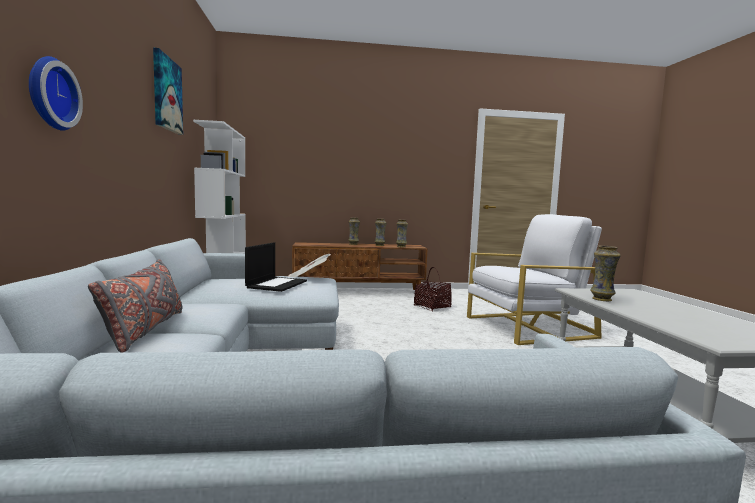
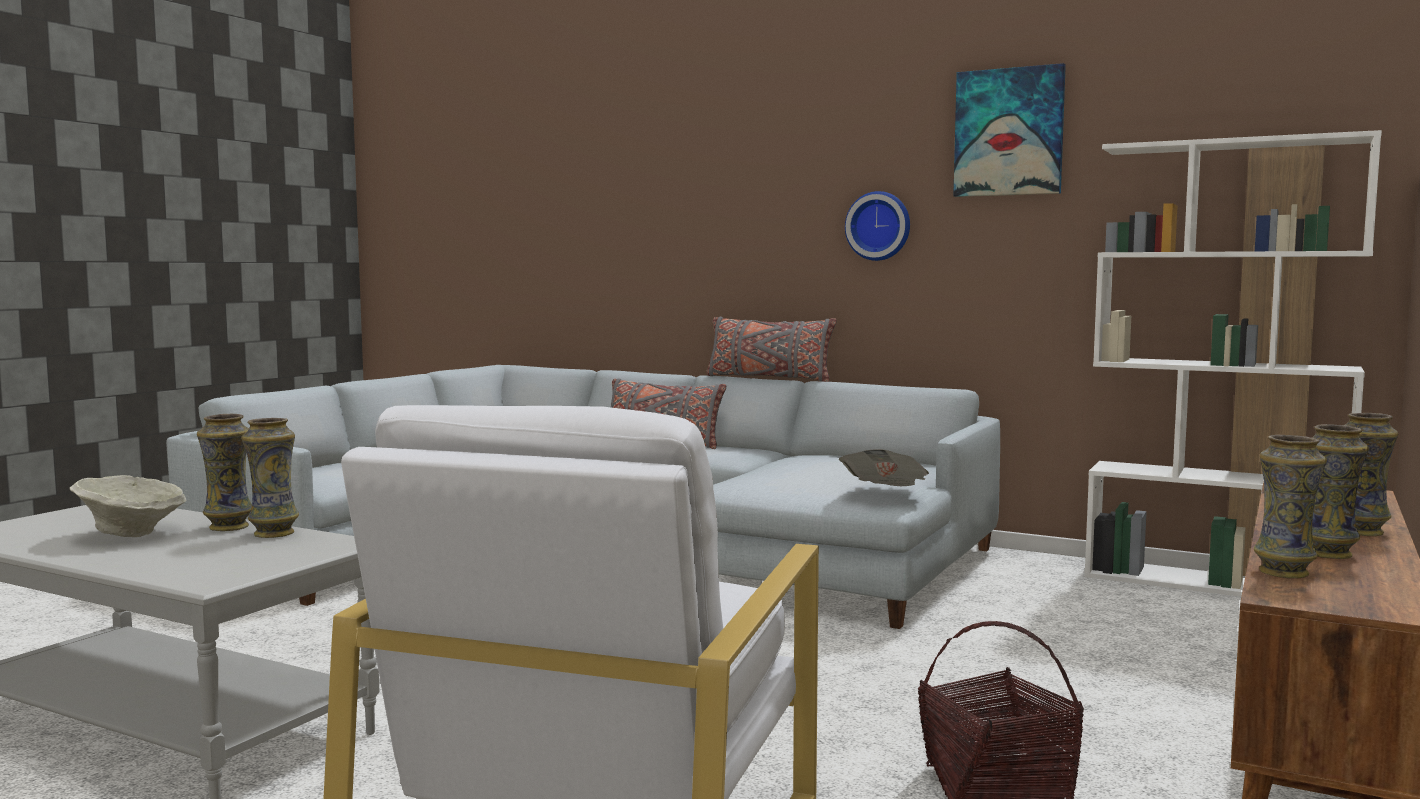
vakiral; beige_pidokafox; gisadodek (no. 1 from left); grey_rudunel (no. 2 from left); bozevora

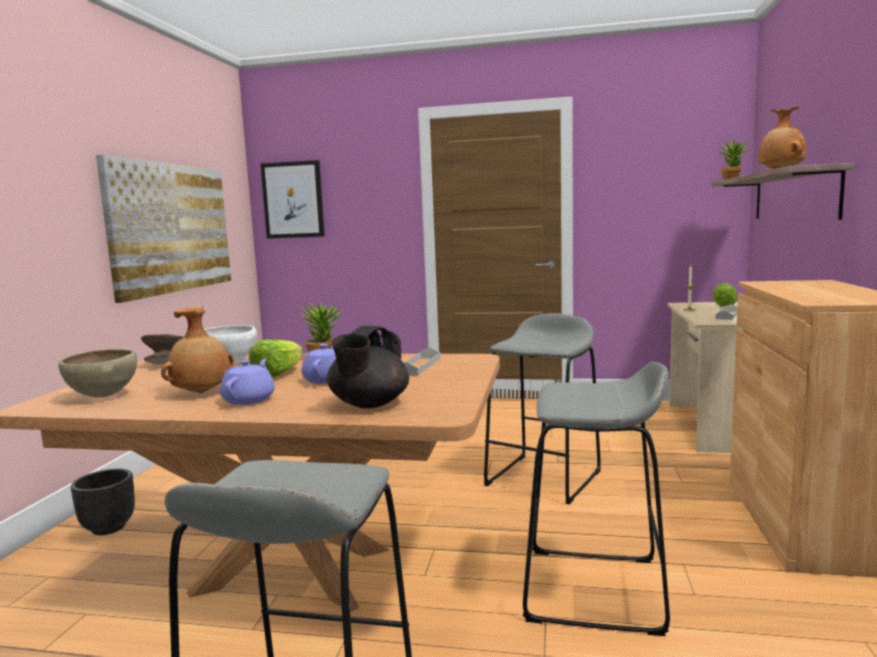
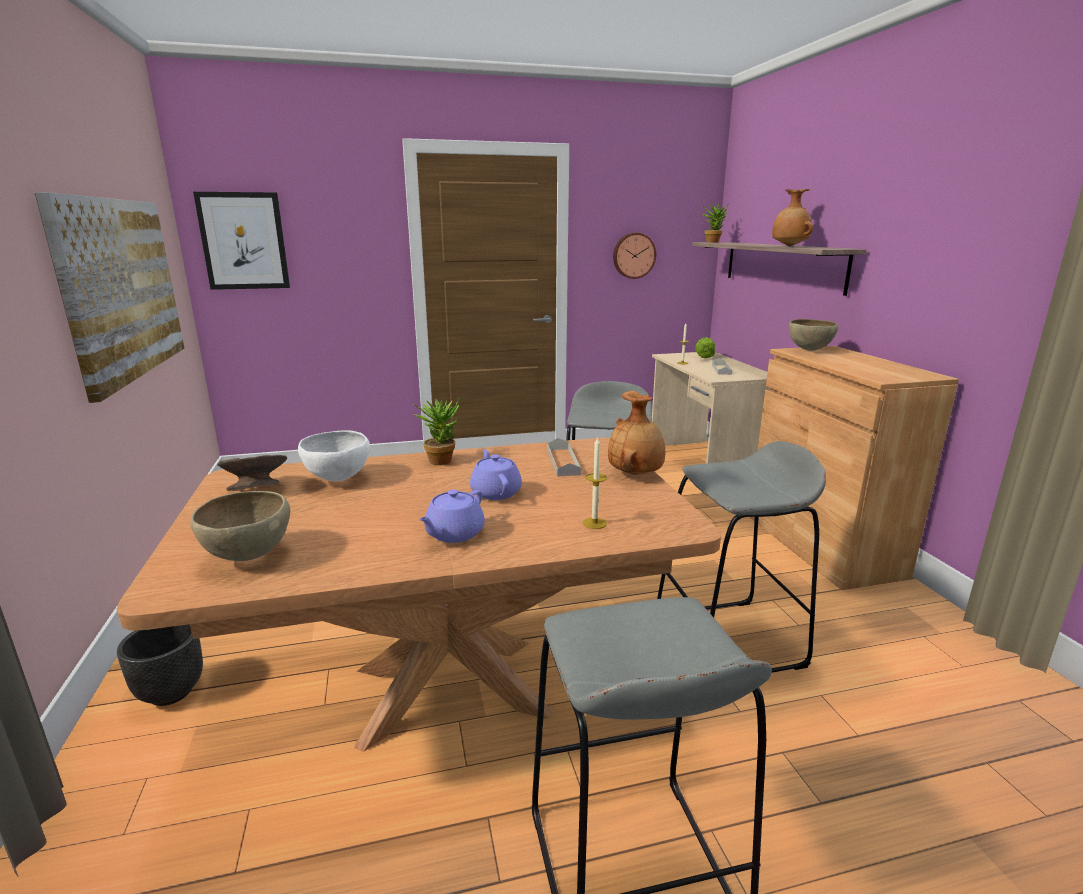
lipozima (no. 1 from left in the first image); bozevora; brown_pidokafox (no. 2 from left); brown_gisadodek (no. 1 from left); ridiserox (no. 1 from left); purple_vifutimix (no. 1 from left)

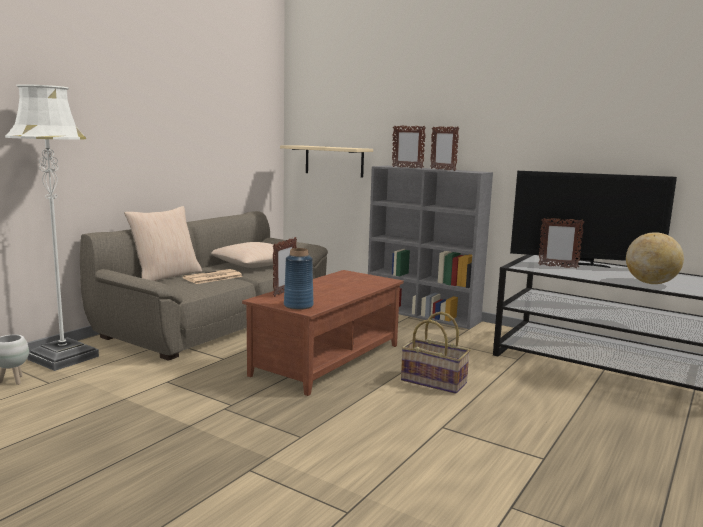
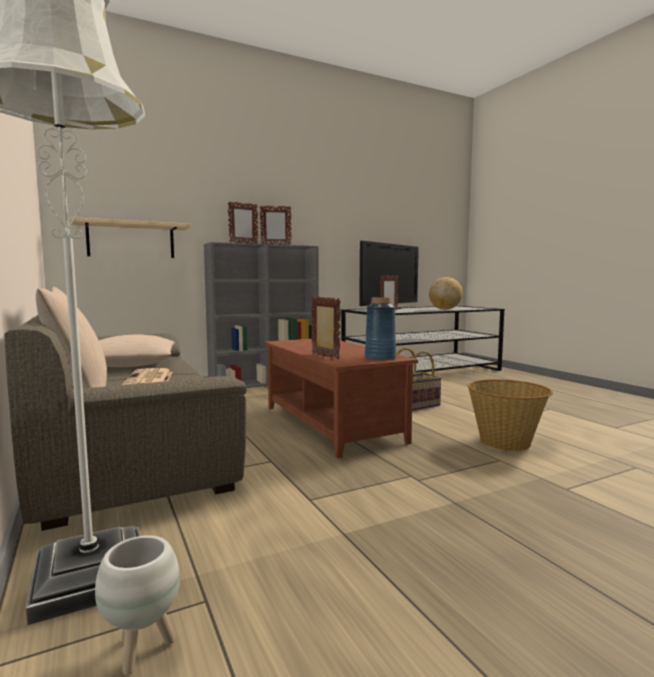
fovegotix (no. 2 from left)

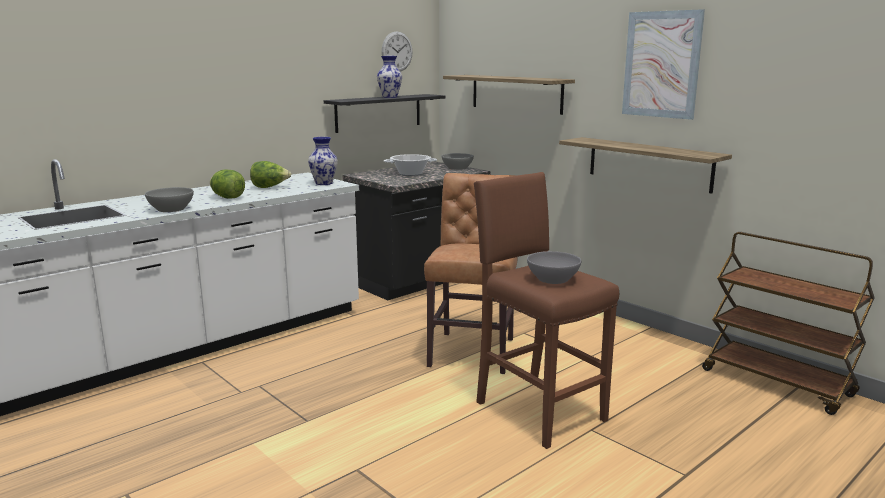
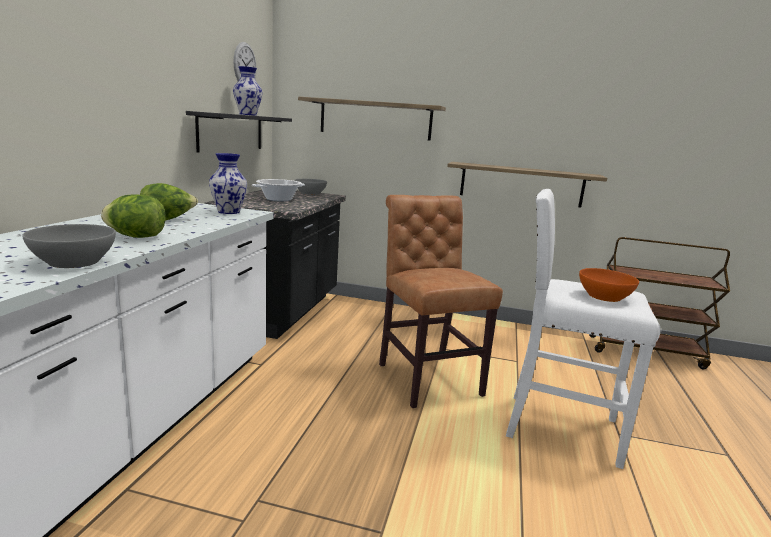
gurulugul; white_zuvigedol; orange_pidokafox

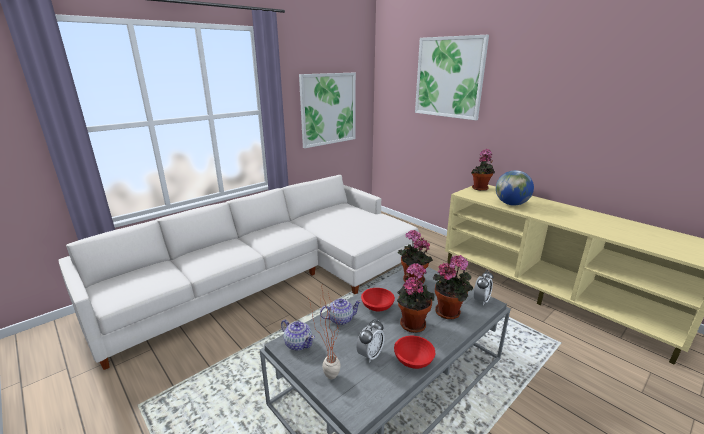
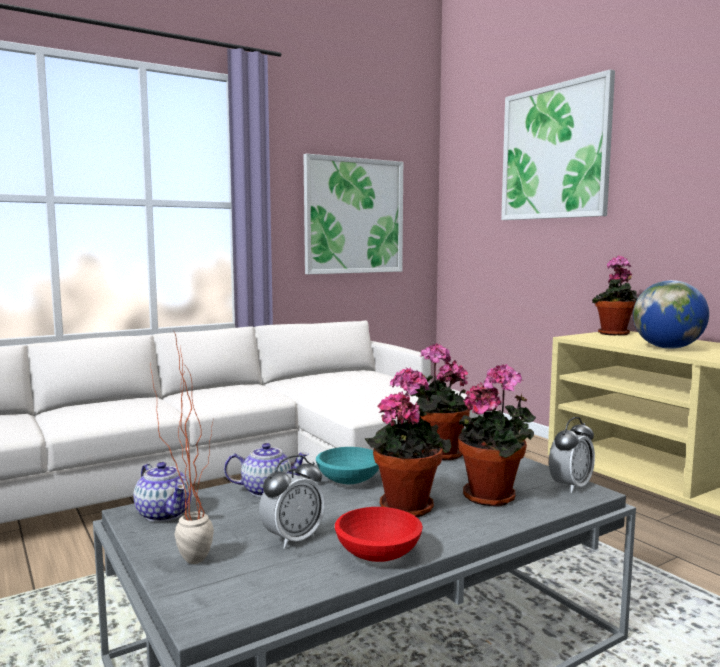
turquoise_pidokafox

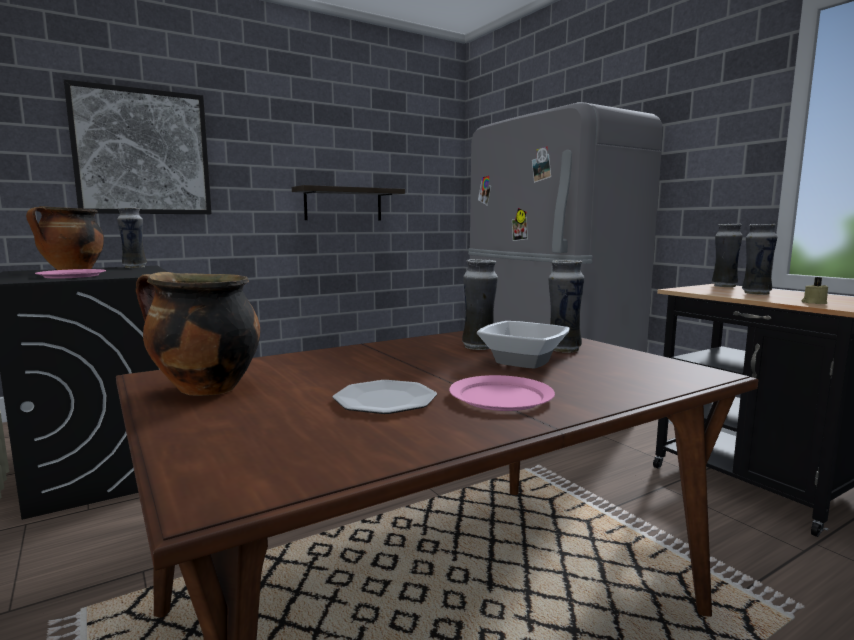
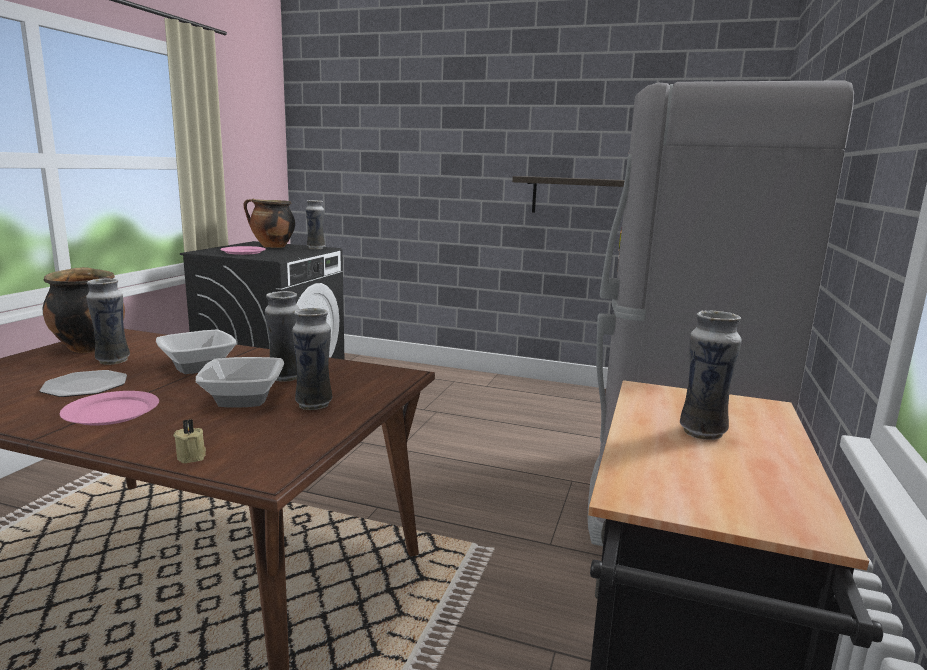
gurulugul; pidokafox (no. 1 from left); gisadodek (no. 1 from left); beige_ridiserox

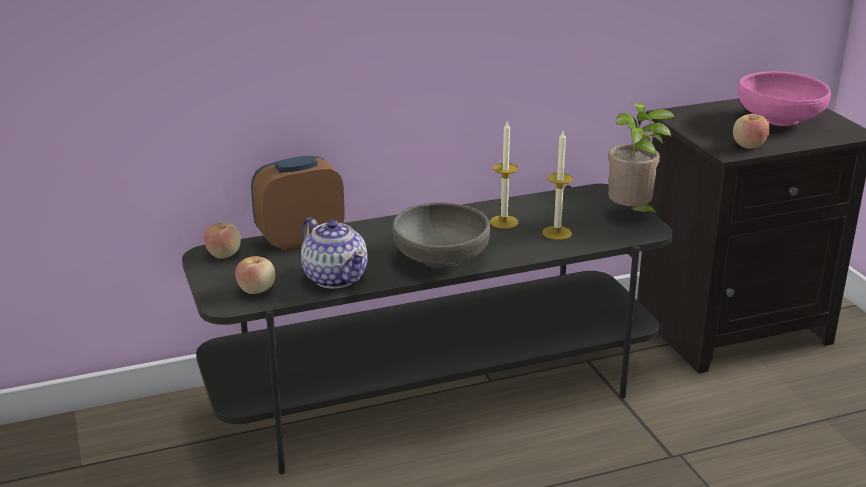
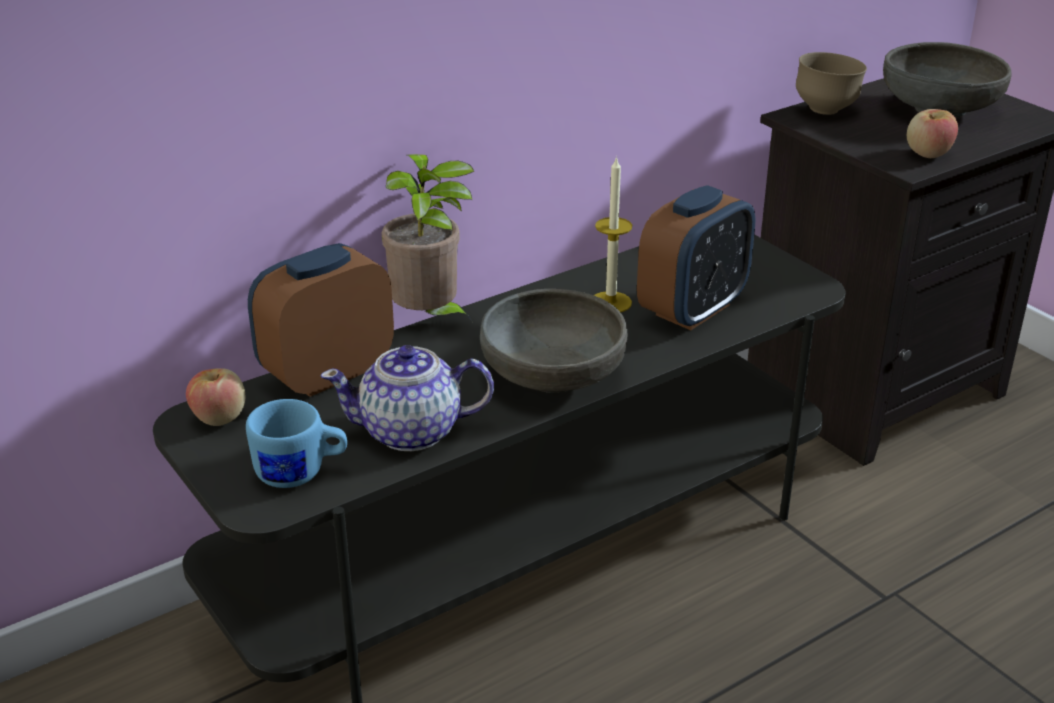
brown_pidokafox; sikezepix; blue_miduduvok; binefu (no. 2 from left); grey_pidokafox (no. 2 from left); vifutimix

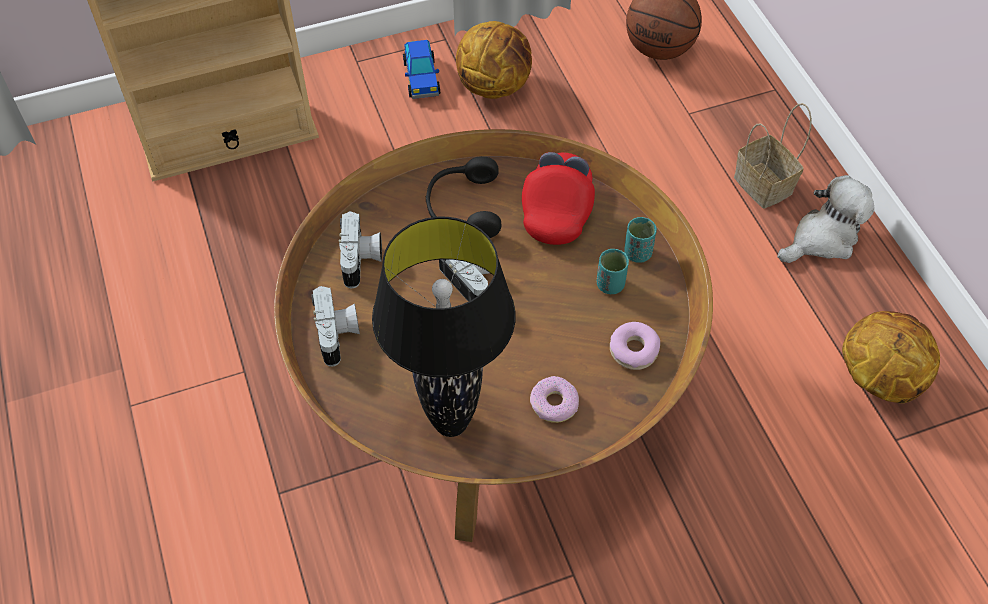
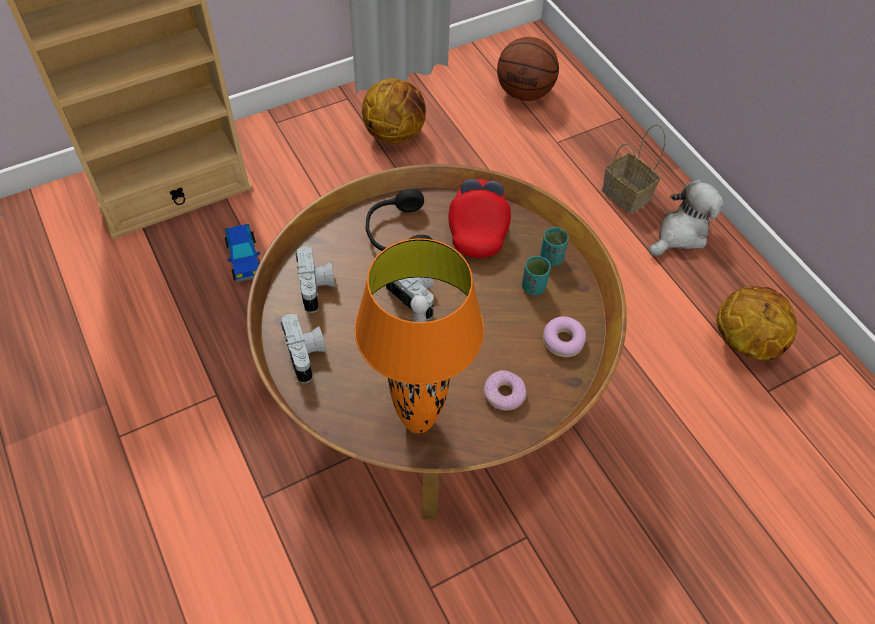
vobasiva; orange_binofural

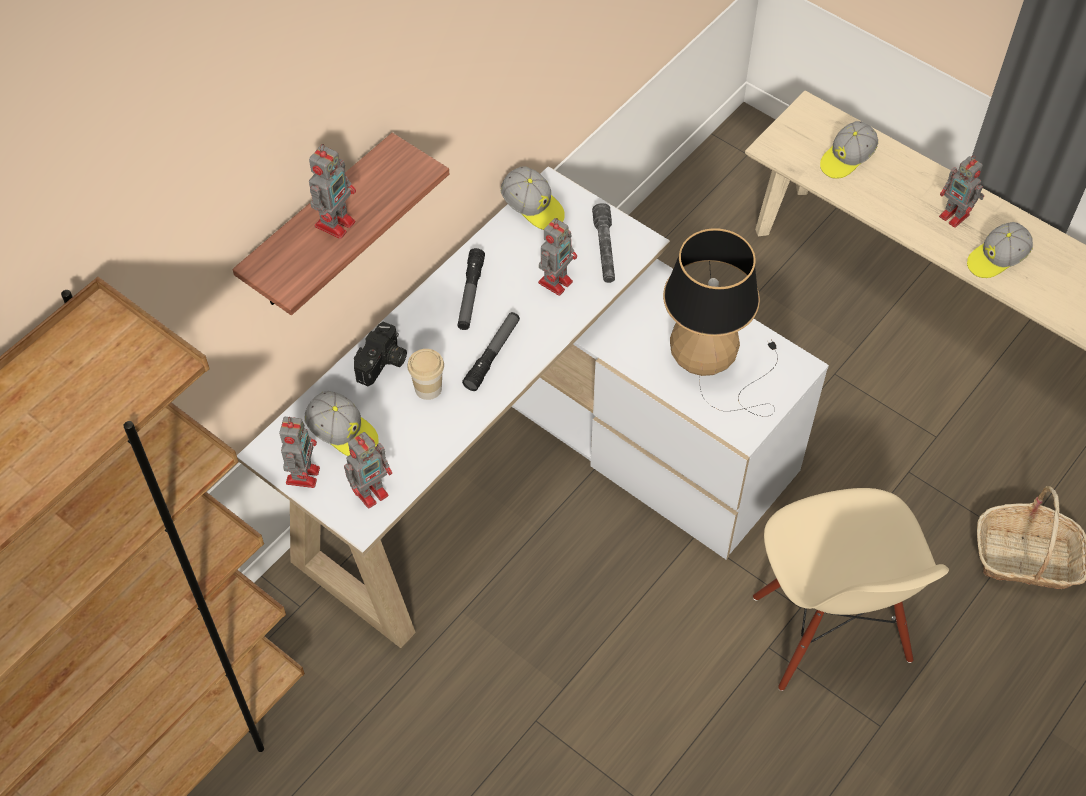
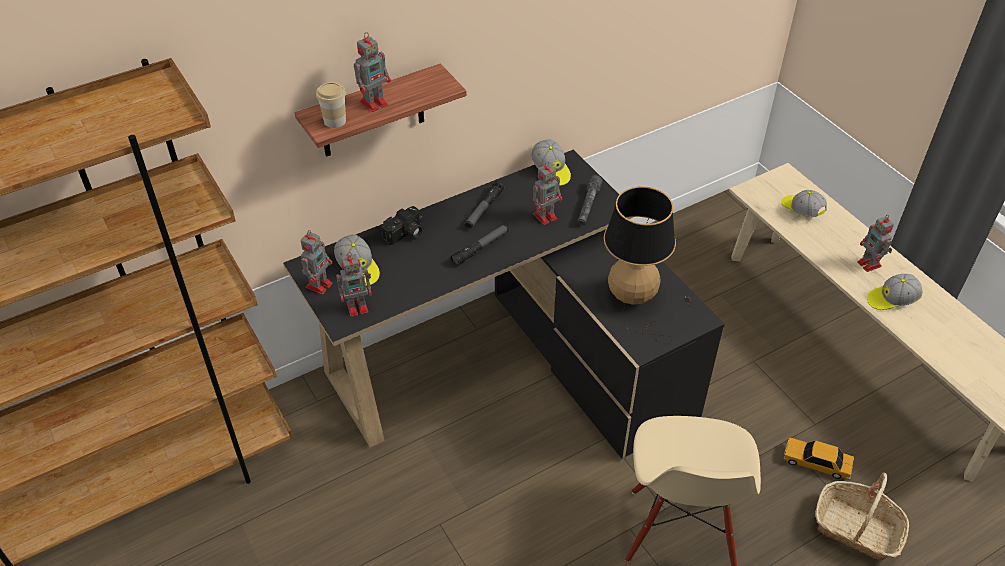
vobasiva; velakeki; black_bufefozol; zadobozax (no. 3 from left)

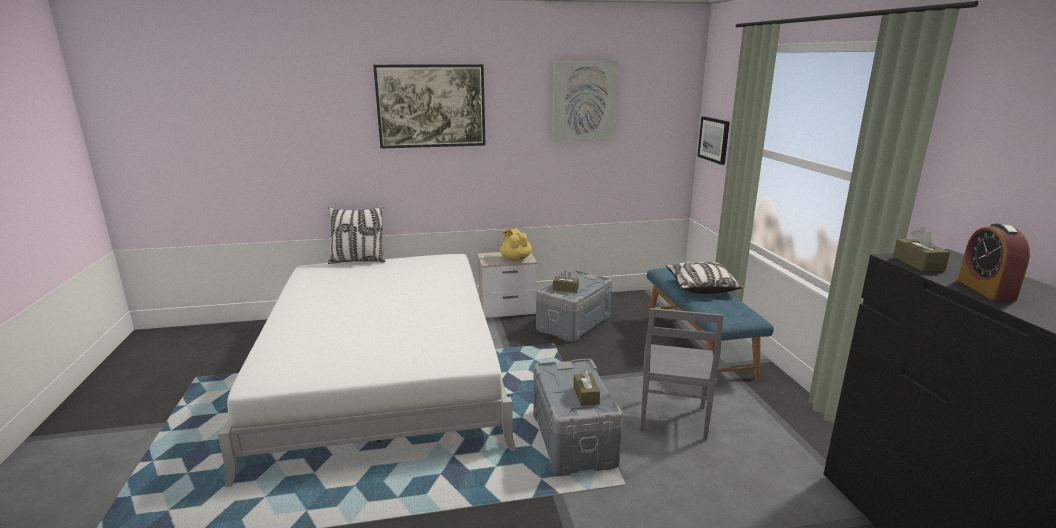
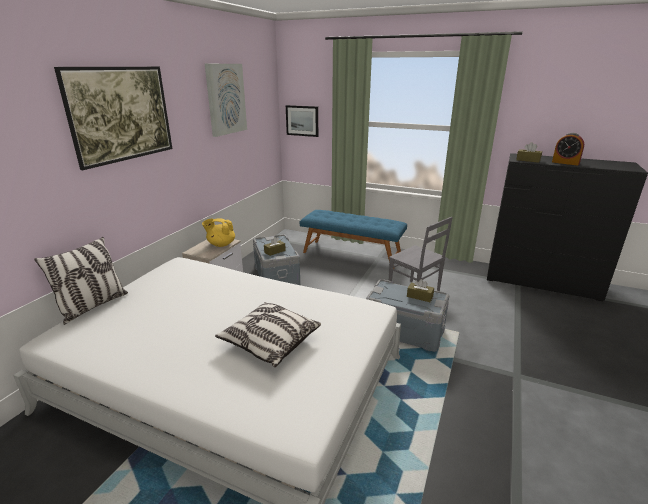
rudunel (no. 2 from left)

